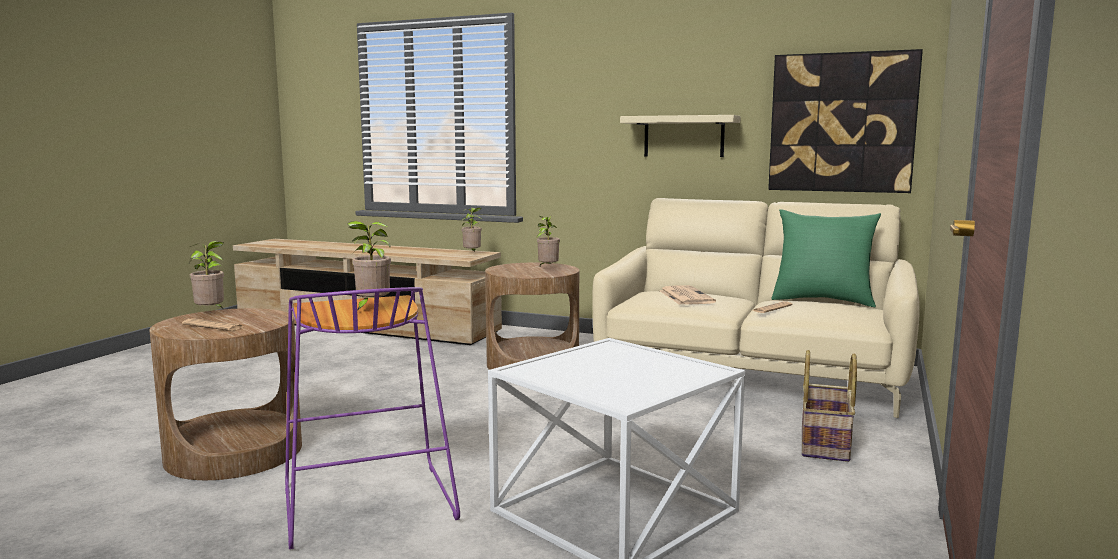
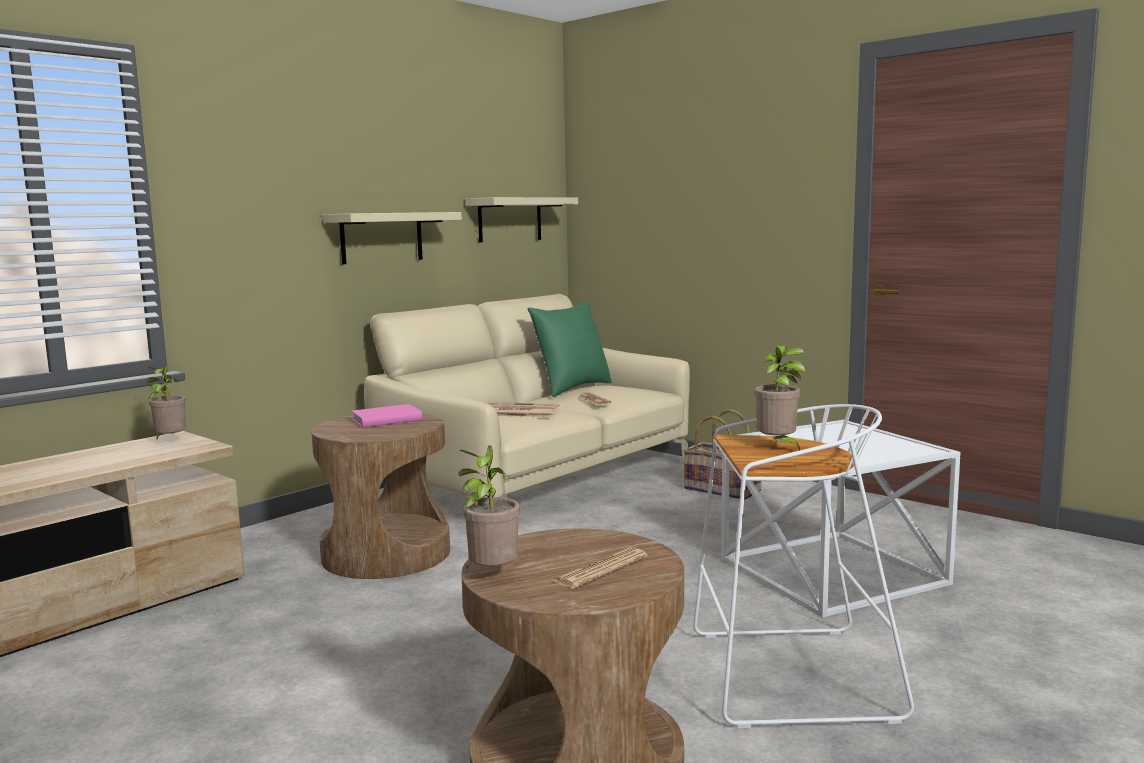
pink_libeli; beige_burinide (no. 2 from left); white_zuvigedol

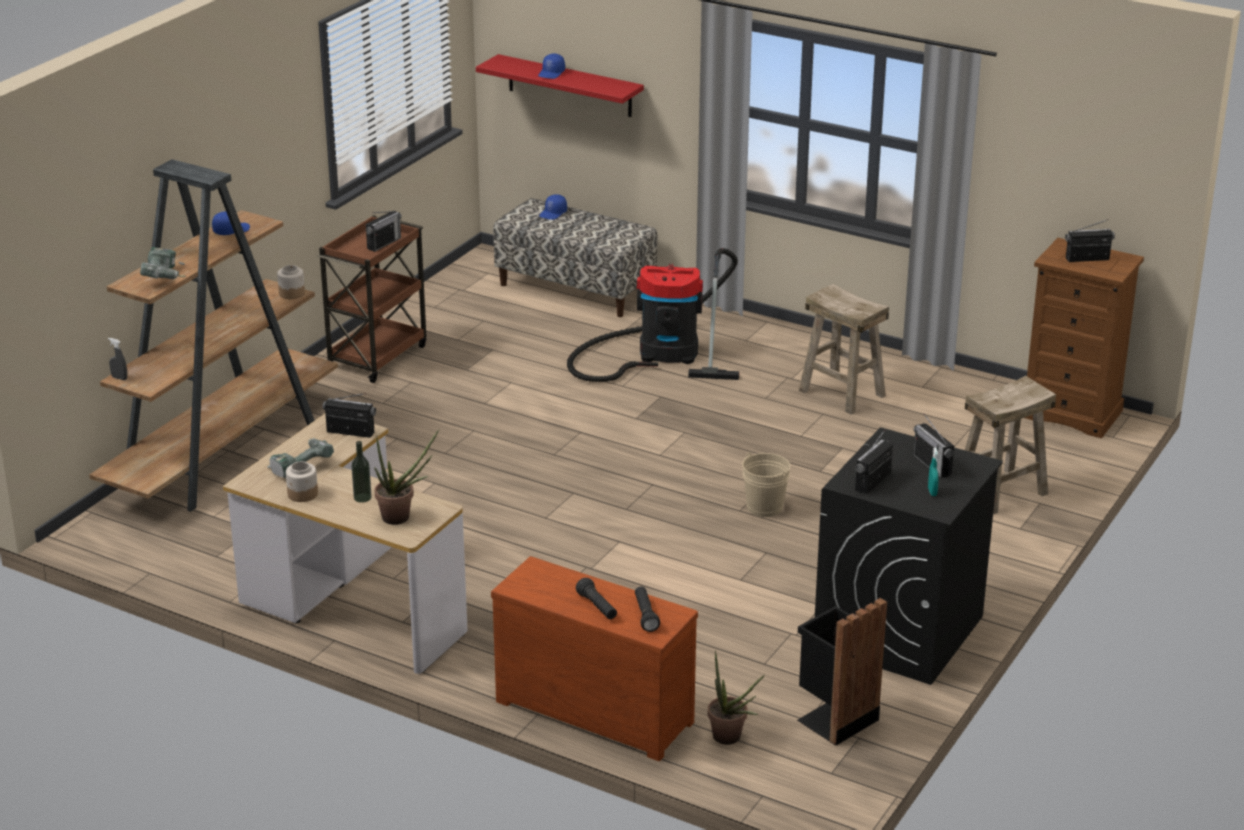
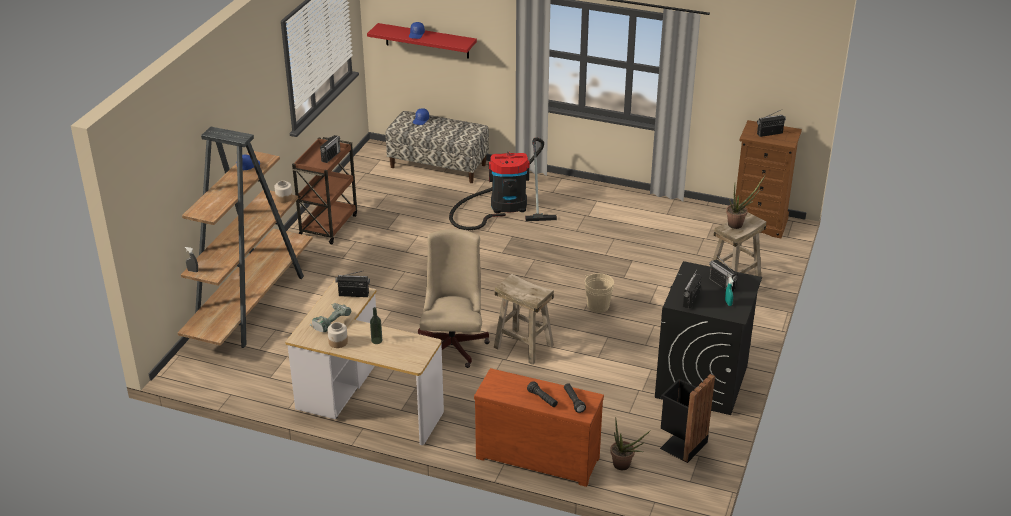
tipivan (no. 1 from left in the first image); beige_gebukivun; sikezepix (no. 2 from left); beige_zuvigedol (no. 1 from left)

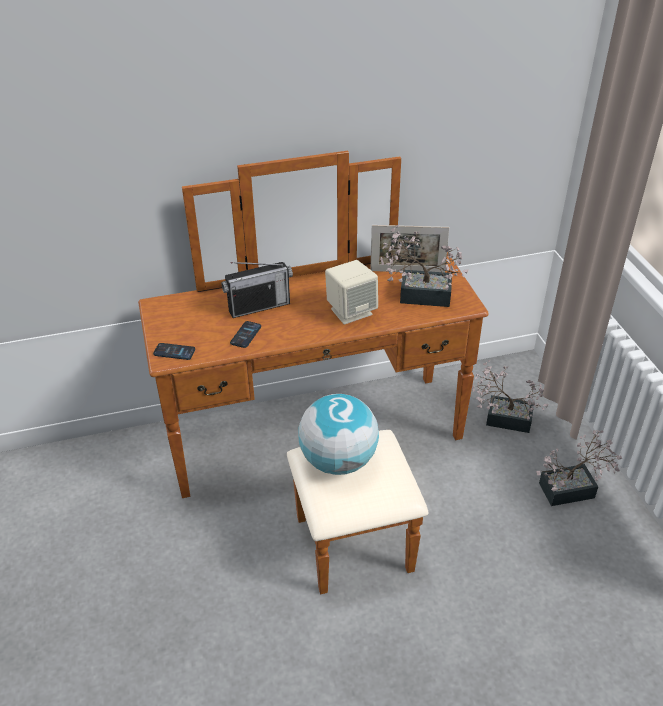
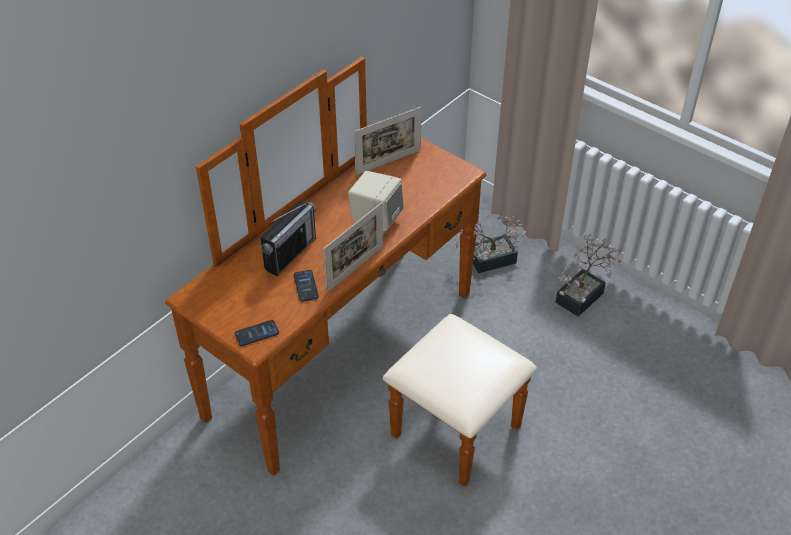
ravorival; sikezepix (no. 1 from left in the first image); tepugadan (no. 1 from left)

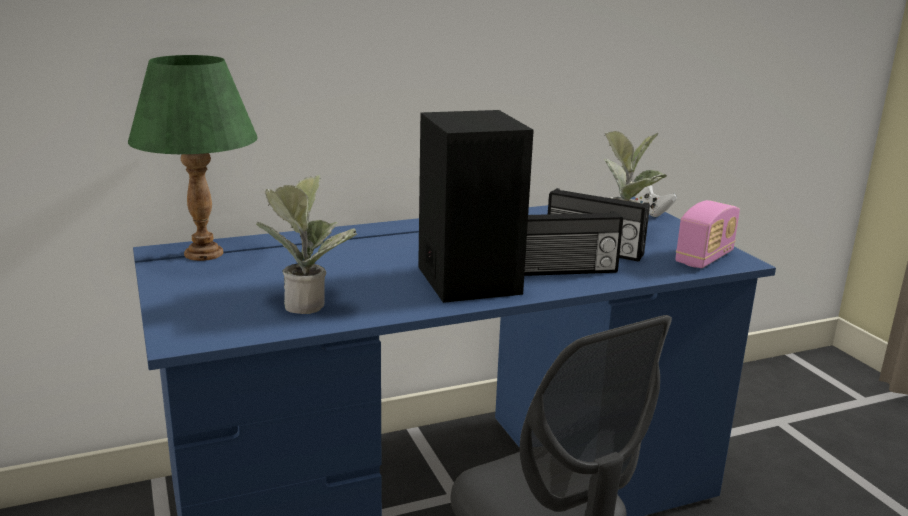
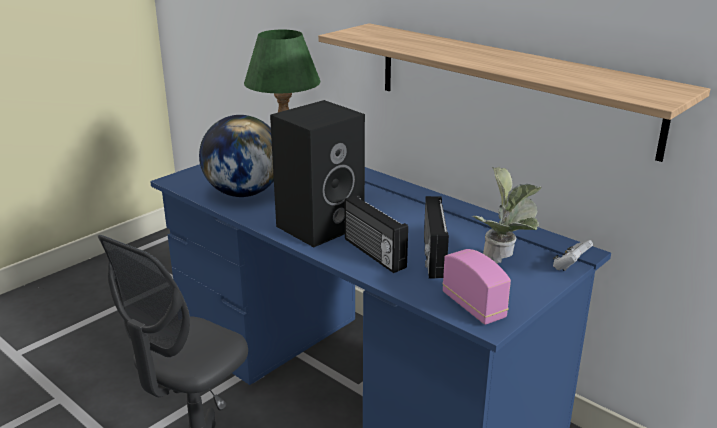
burinide; ravorival; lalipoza (no. 3 from left)

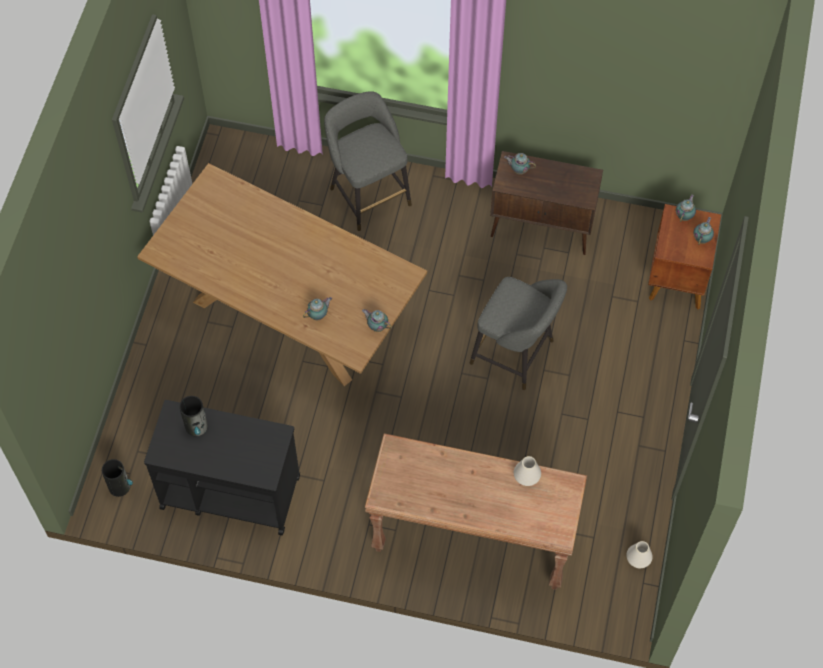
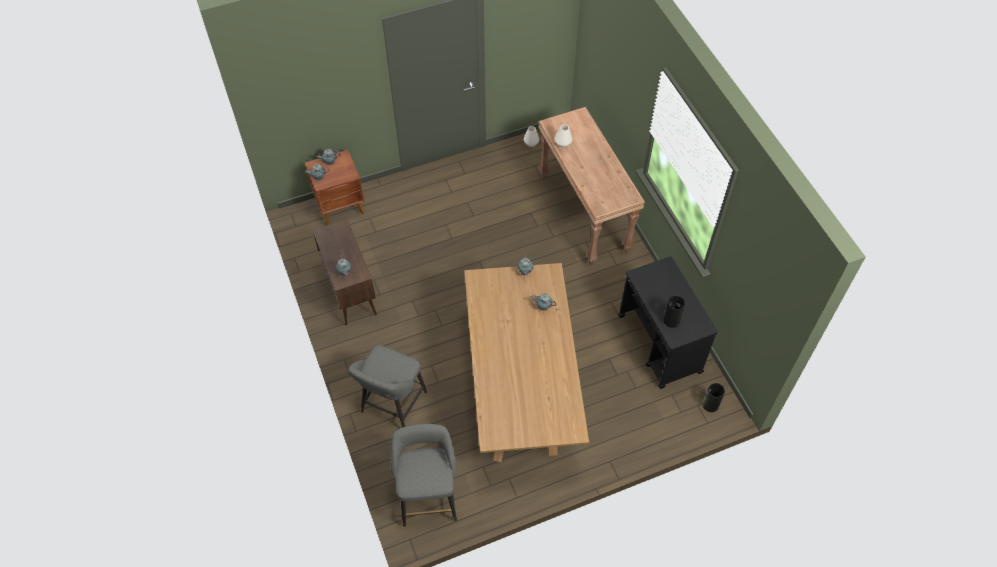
grey_zuvigedol (no. 2 from left)

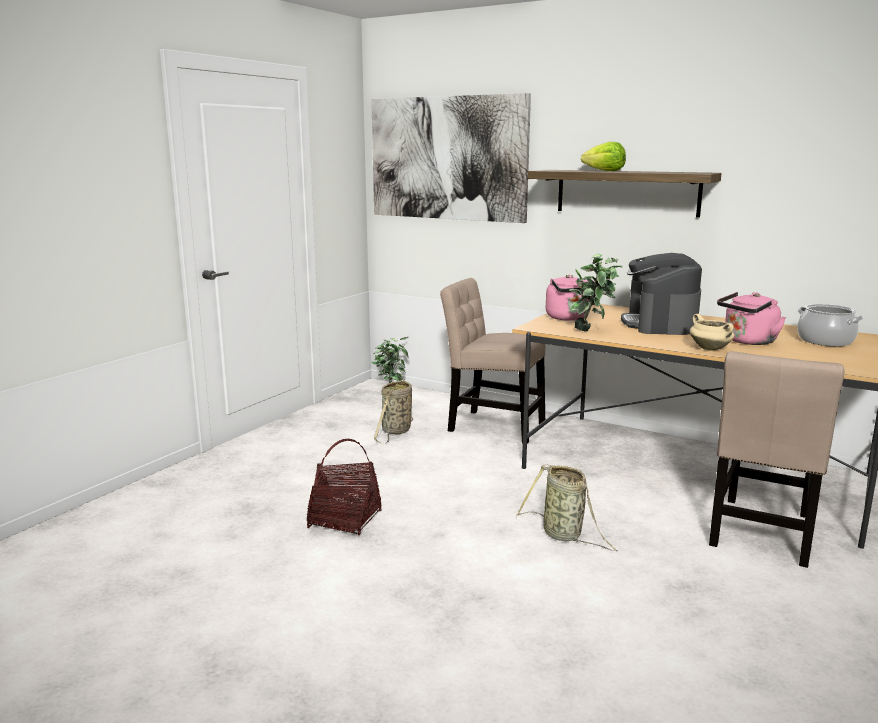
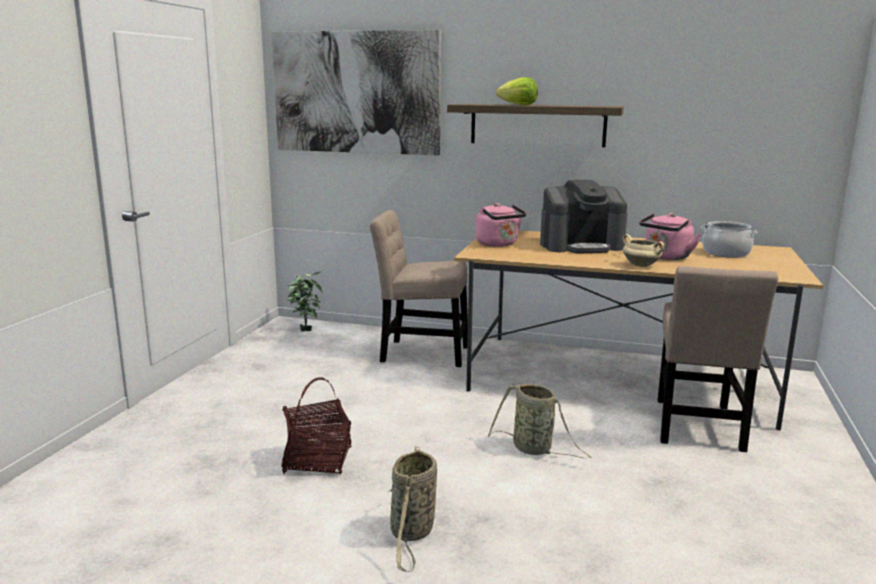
sikezepix (no. 2 from left in the first image); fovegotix (no. 2 from left); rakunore

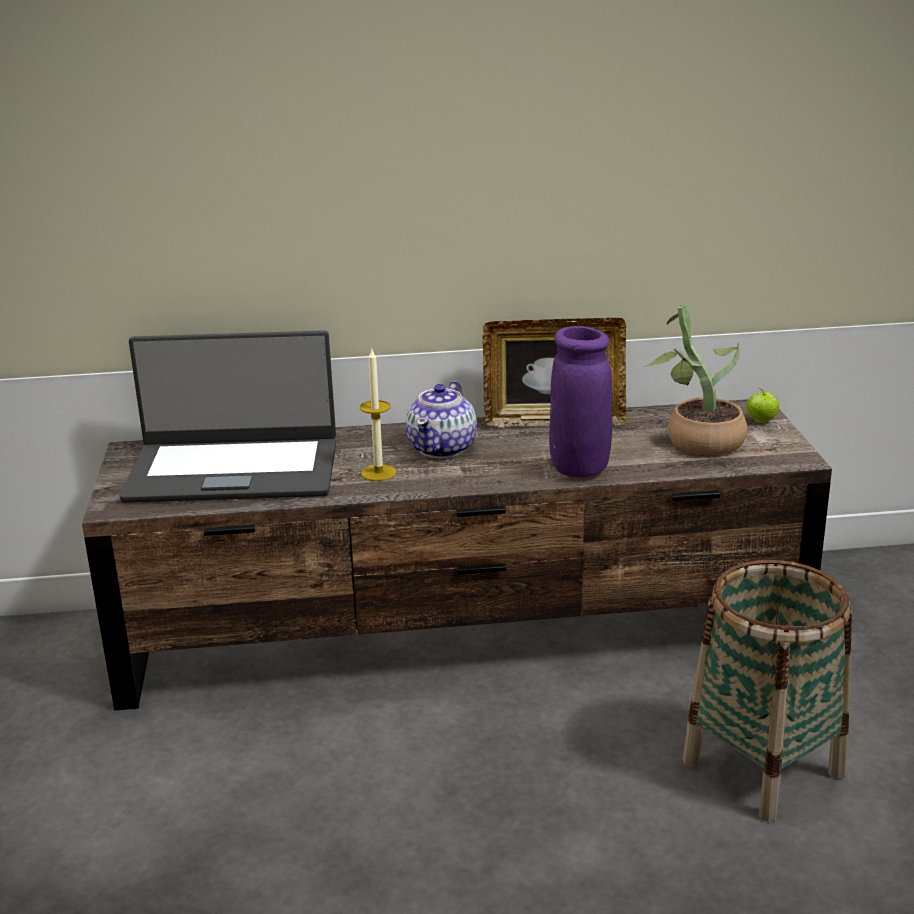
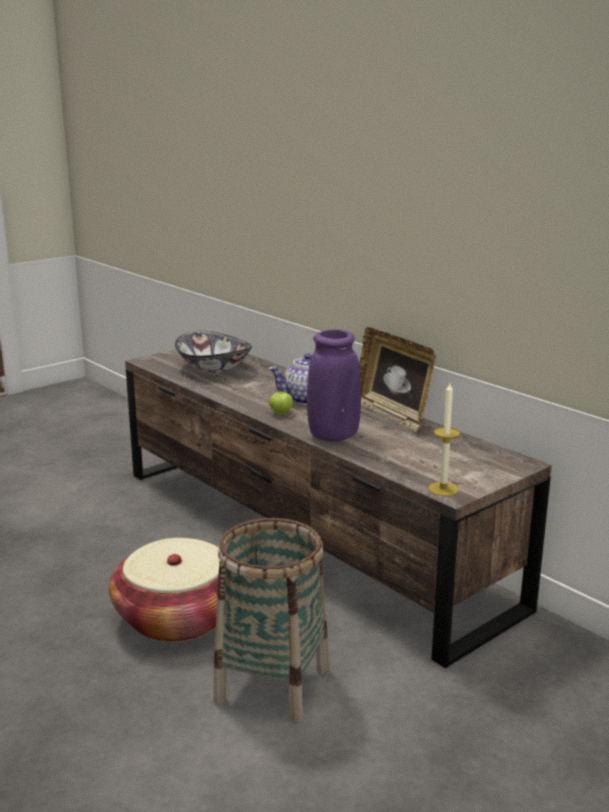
sikezepix; fovegotix (no. 1 from left); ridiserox; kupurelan; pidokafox

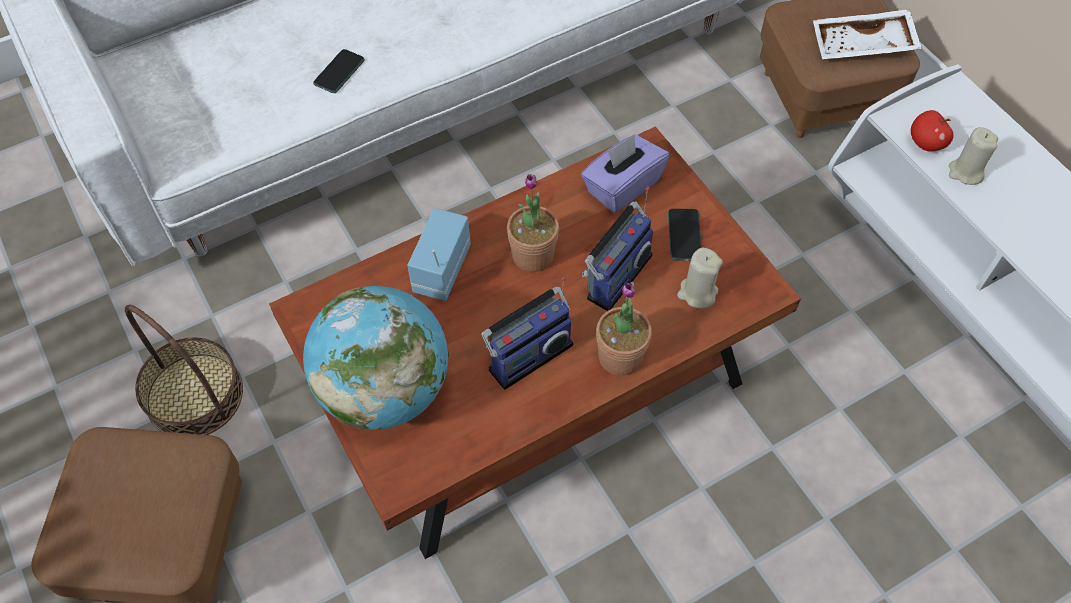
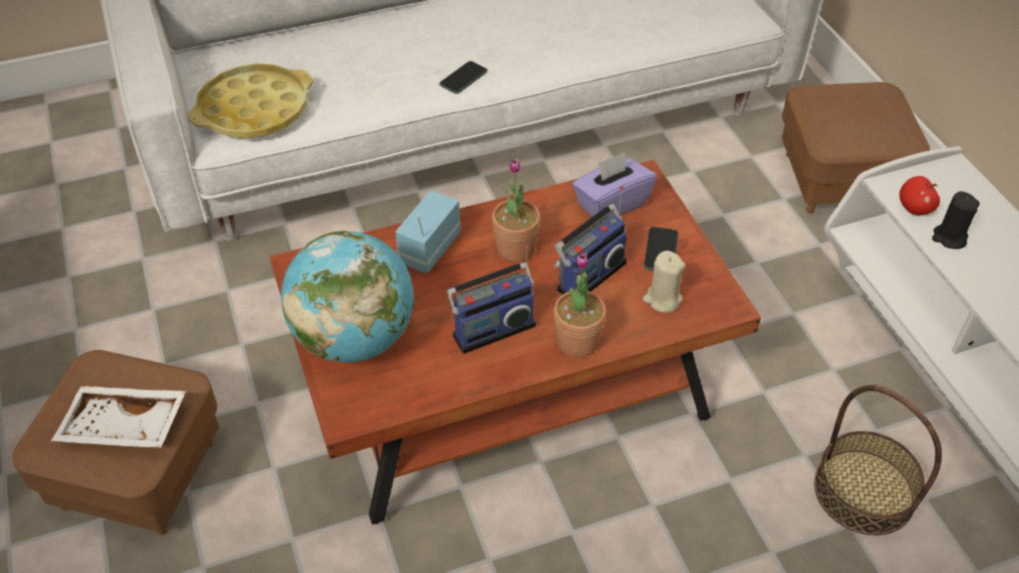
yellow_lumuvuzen; fovegotix; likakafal (no. 1 from left); white_lumuvuzen; black_ridiserox

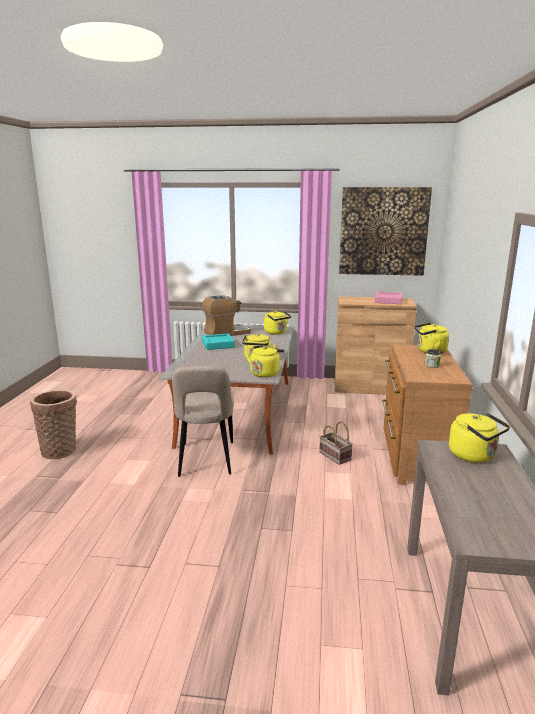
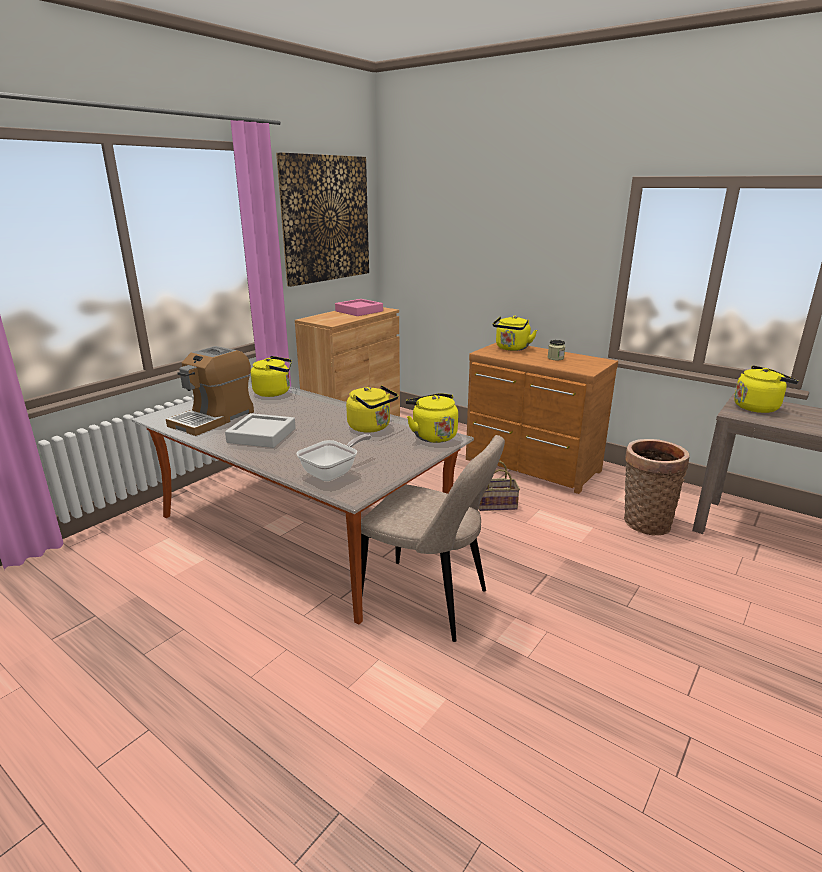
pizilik; fovegotix (no. 2 from left); grey_lumuvuzen; rakunore

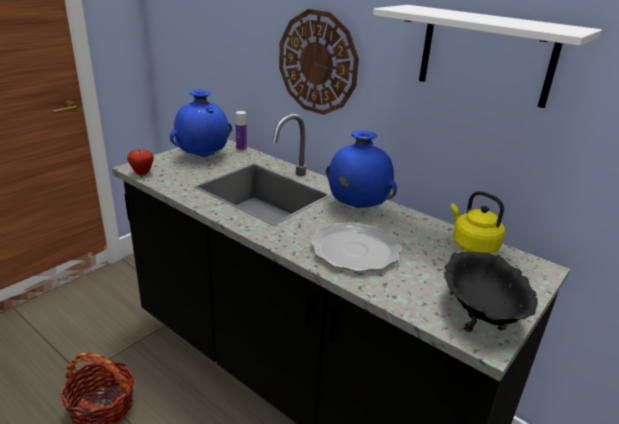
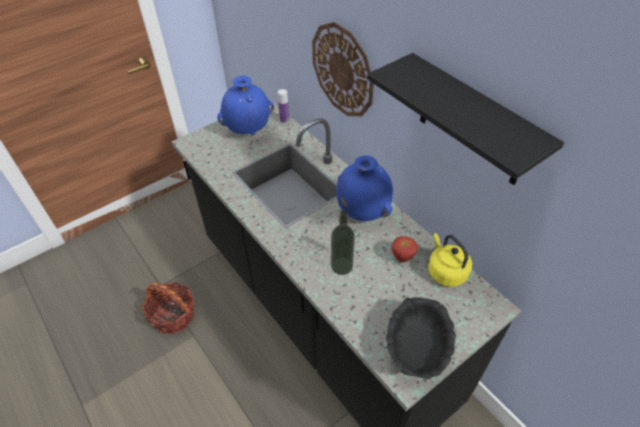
kupurelan; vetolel (no. 2 from left); black_burinide

